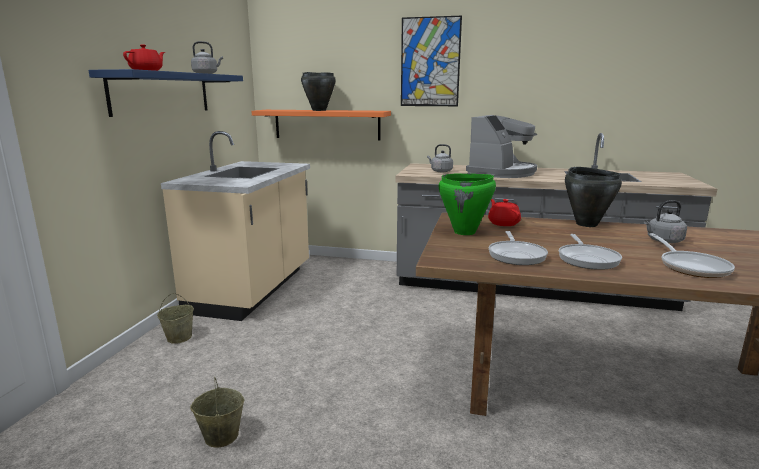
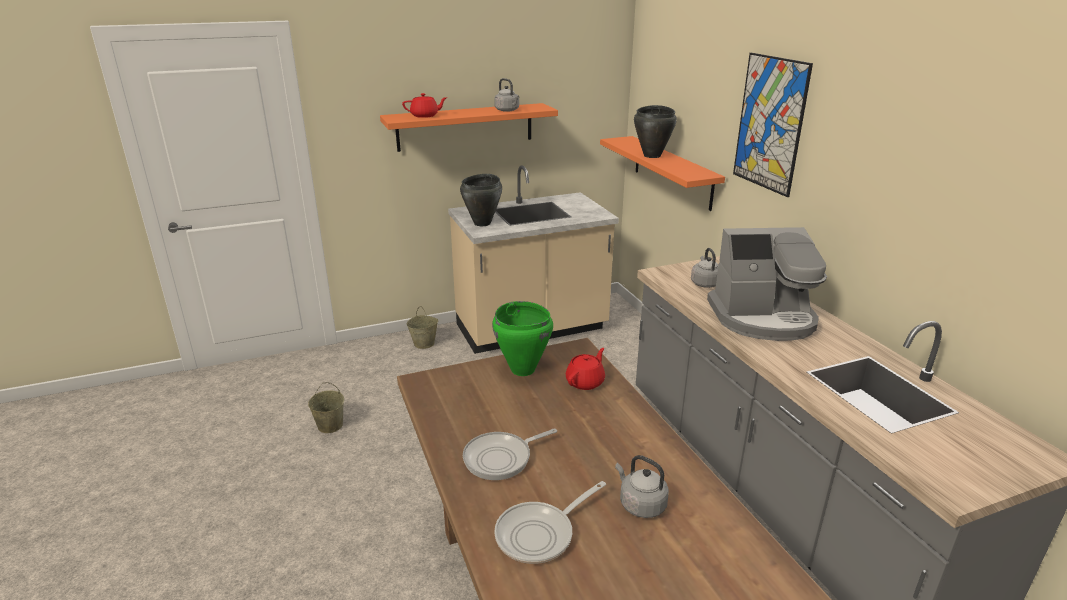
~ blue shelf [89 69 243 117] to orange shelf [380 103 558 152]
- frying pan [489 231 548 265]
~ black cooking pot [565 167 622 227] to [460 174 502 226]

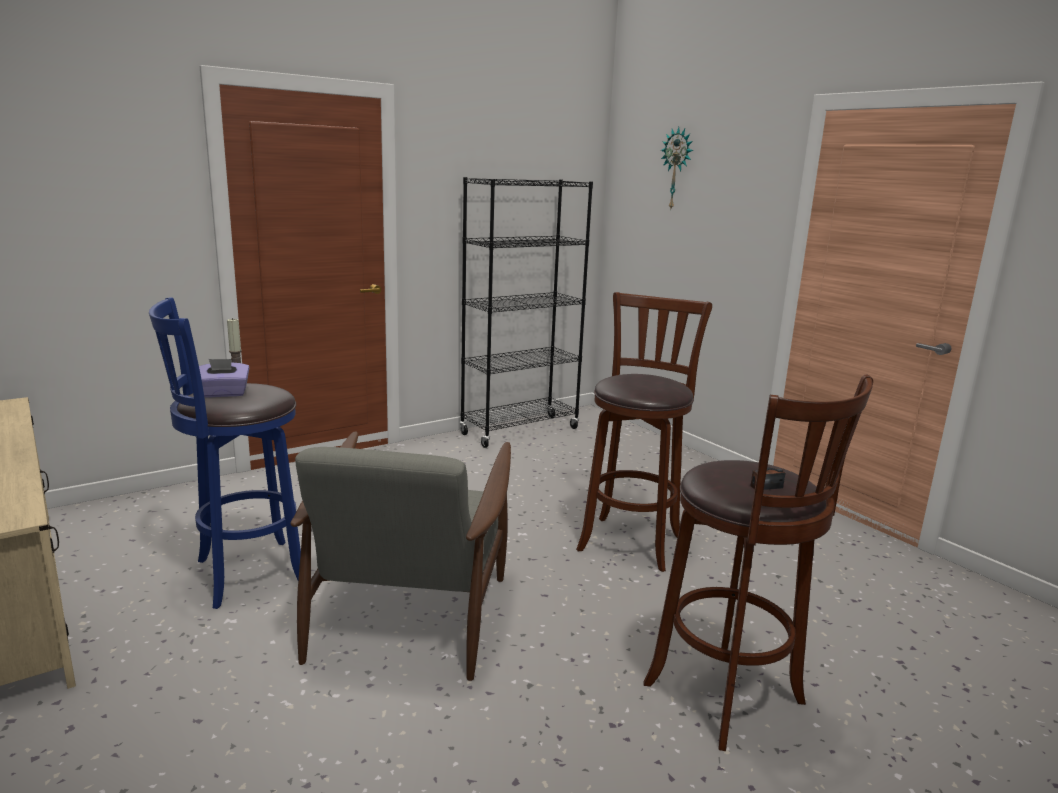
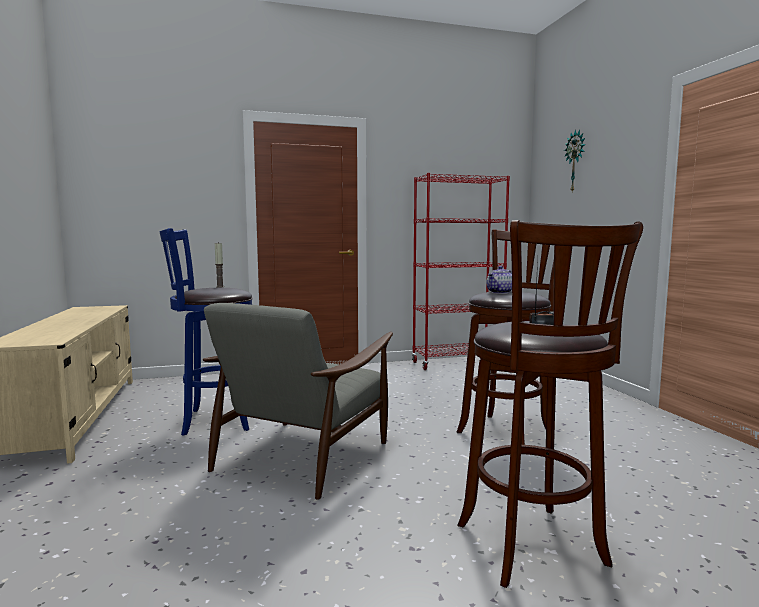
- purple tissue box [199 359 249 398]
~ black bookcase [460 177 593 448] to red bookcase [412 173 510 370]
+ teapot [487 266 512 294]

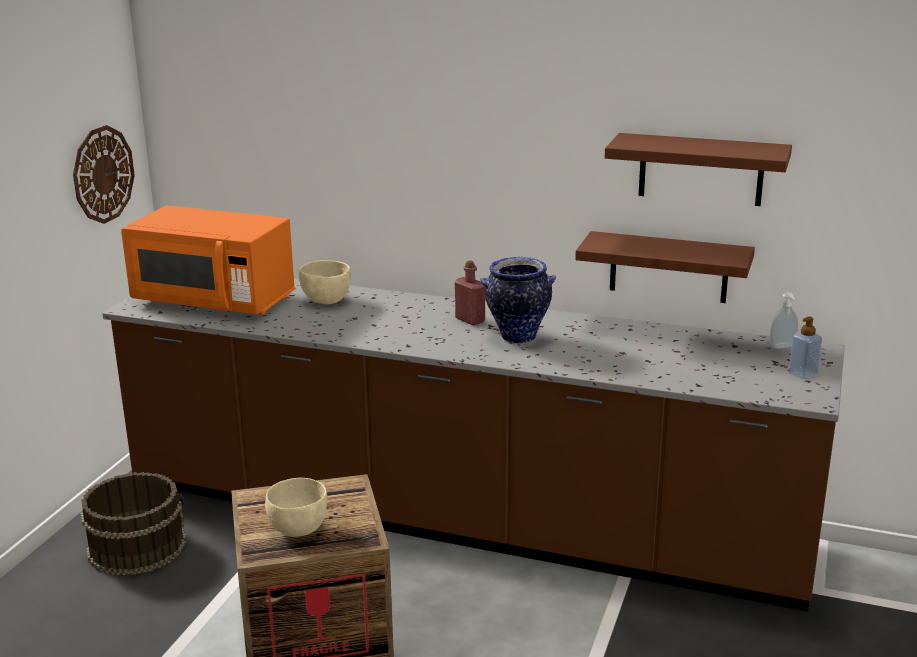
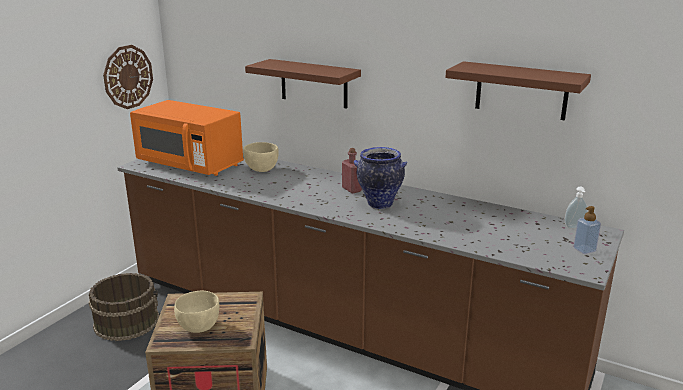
~ brown shelf [575 231 755 303] to [245 59 361 109]

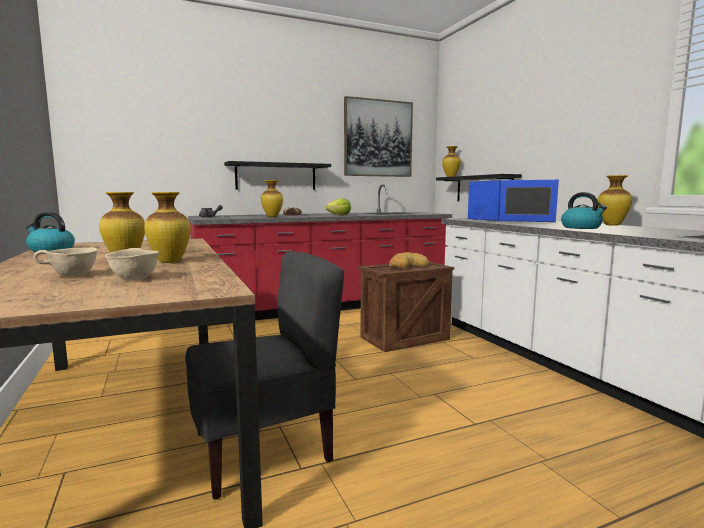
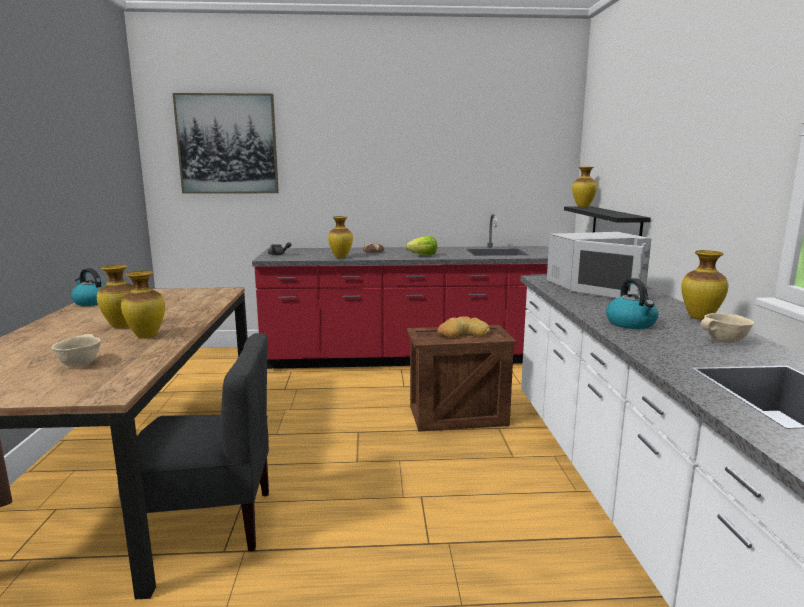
~ beige bowl [33 247 98 277] to [701 313 754 343]
- black shelf [224 161 331 190]
~ picture [344 96 413 177] to [173 93 279 194]
~ blue microwave [468 180 559 222] to white microwave [547 232 651 299]

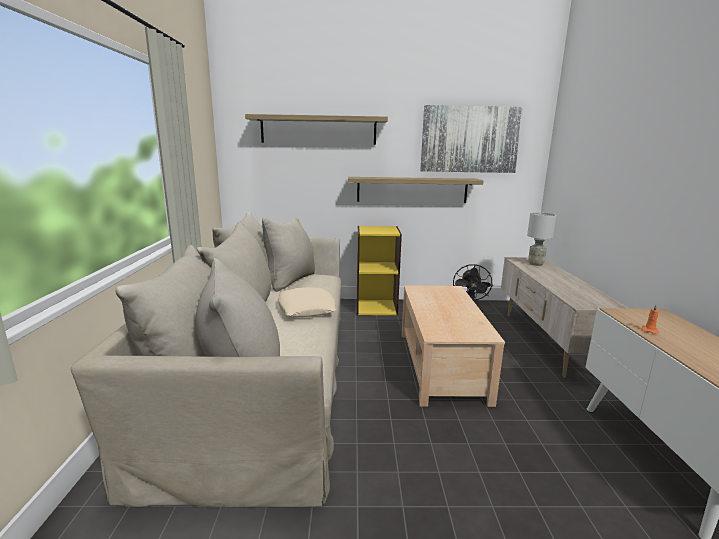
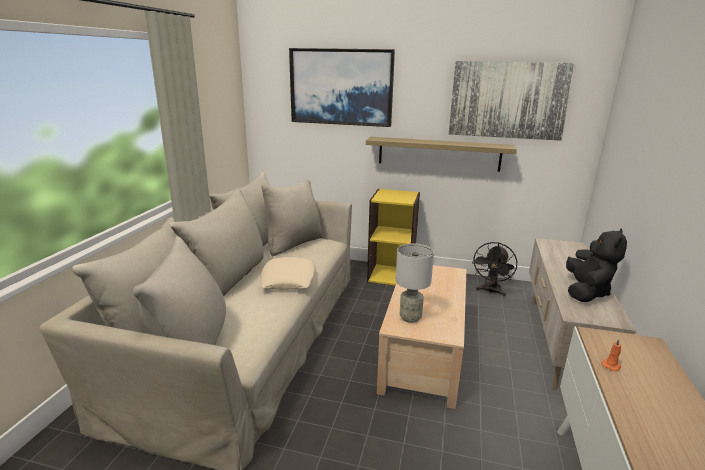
~ shelf [245 114 388 145] to picture [289 48 395 127]
~ grey table lamp [527 212 557 266] to [396 243 434 323]
+ black plush toy [566 229 627 302]

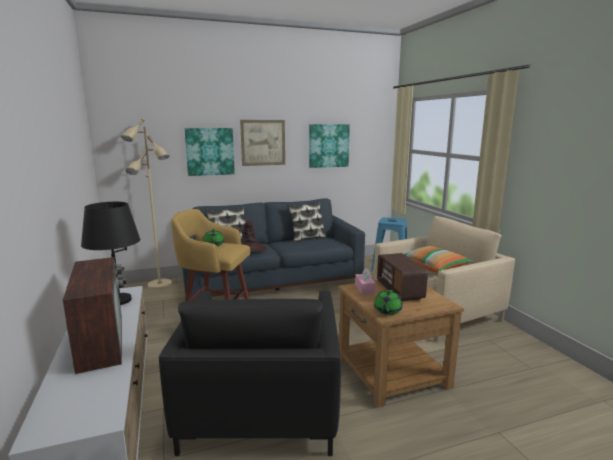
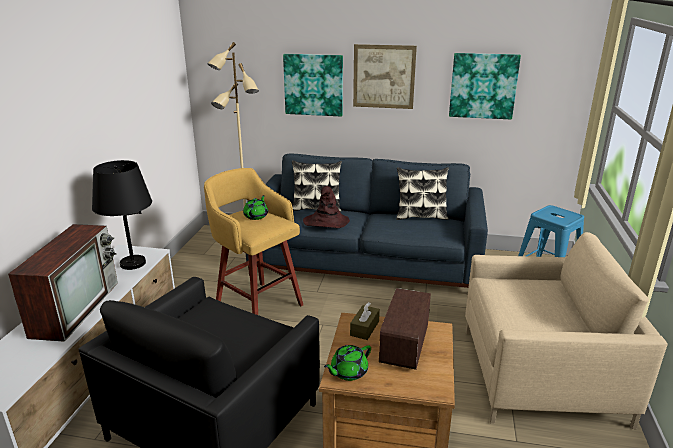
~ pink tissue box [355 268 376 295] to brown tissue box [350 302 380 340]
- pillow [404 246 473 273]

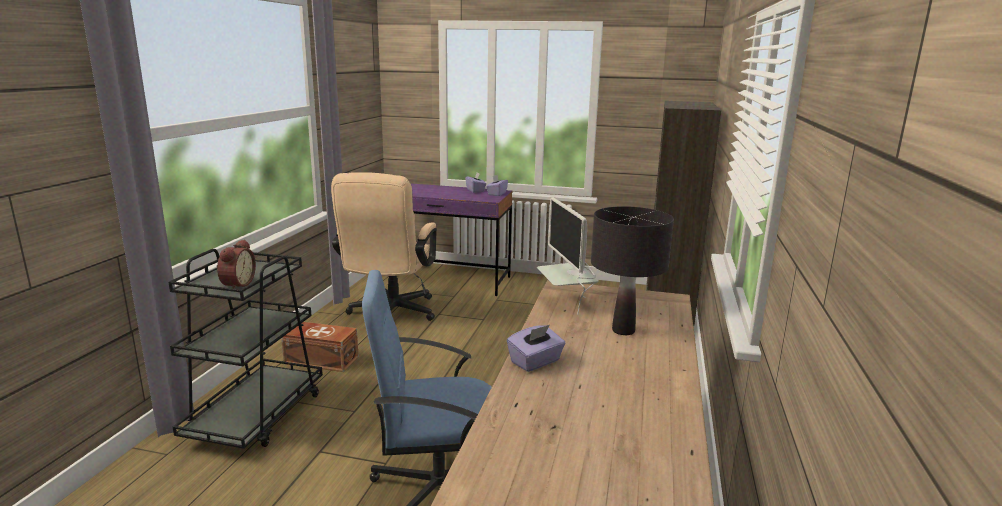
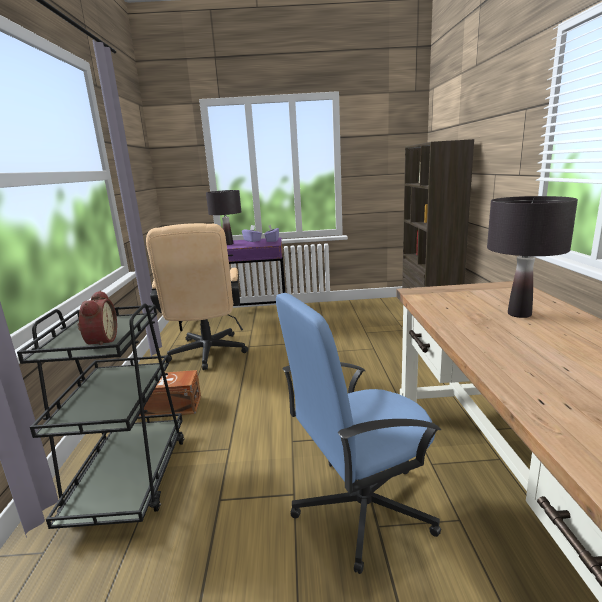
- purple tissue box [507 325 565 372]
- monitor [537 197 599 314]
+ black table lamp [206 190 241 245]

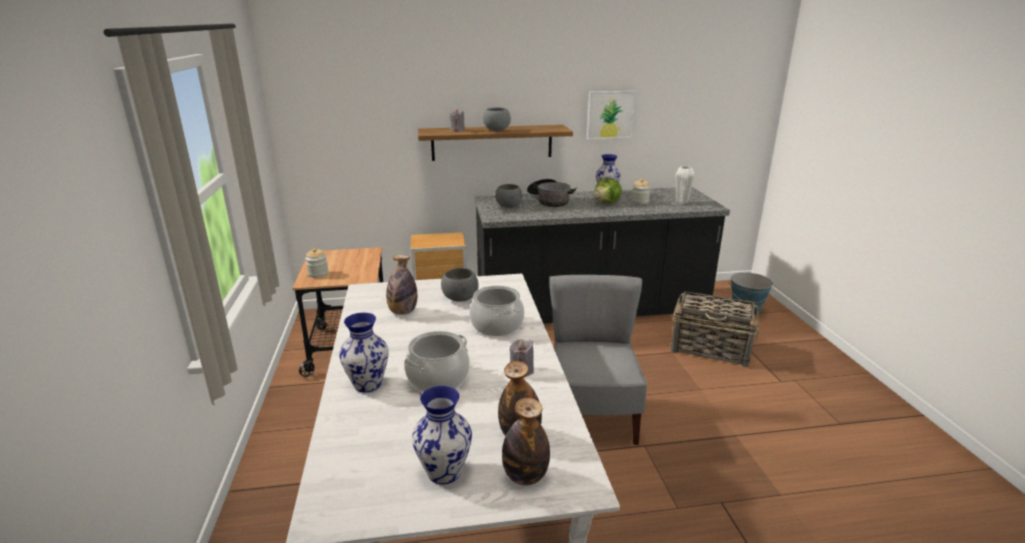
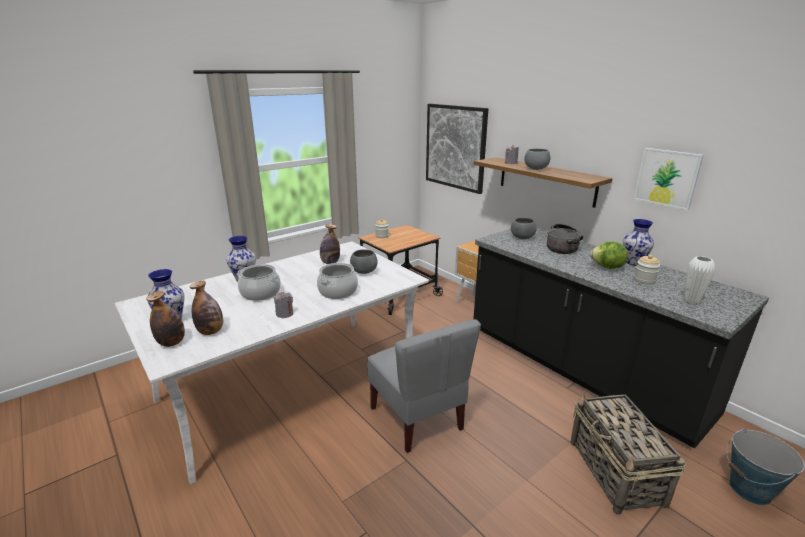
~ grey chair [549 275 647 445] = [367 319 481 453] 90 degrees clockwise
+ picture [426 104 488 194]

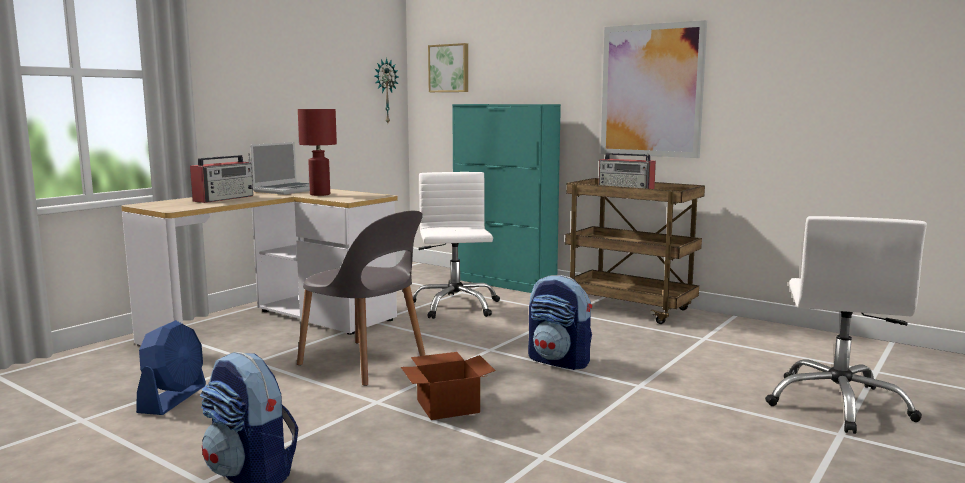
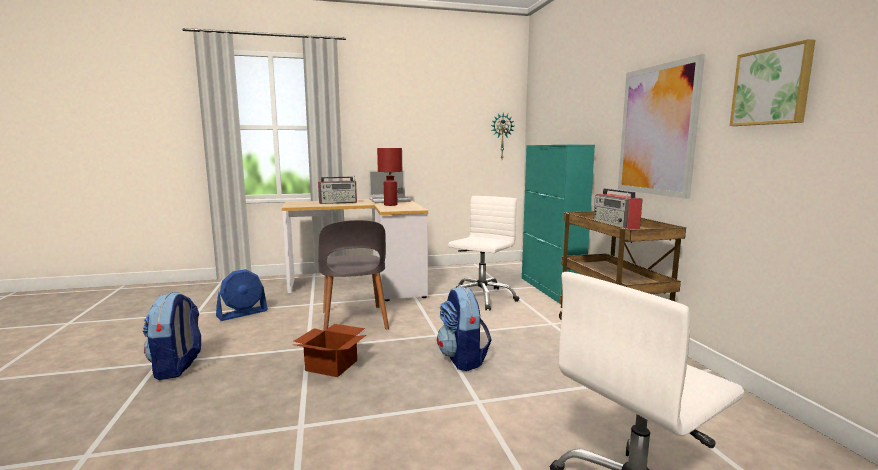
~ picture [428 43 468 92] to [730 39 816 126]

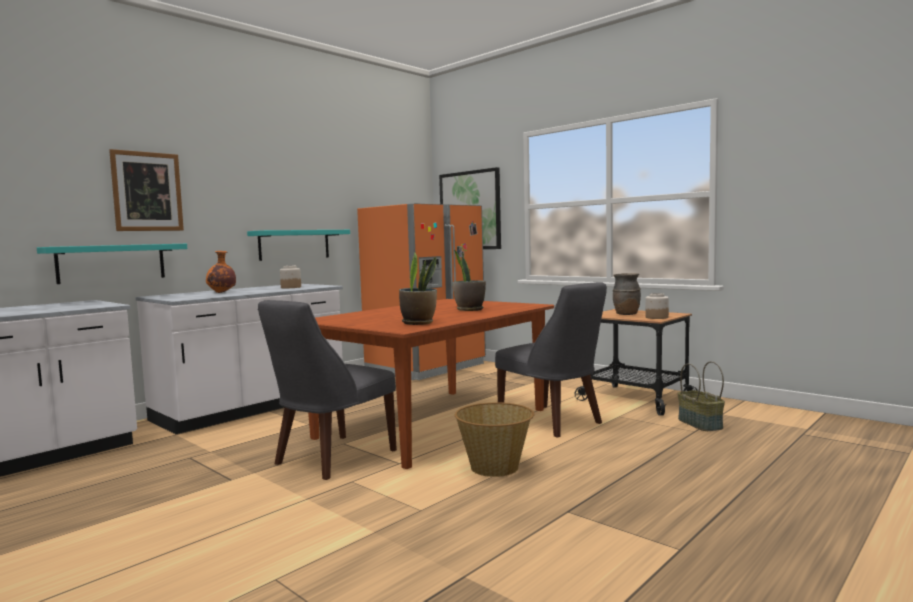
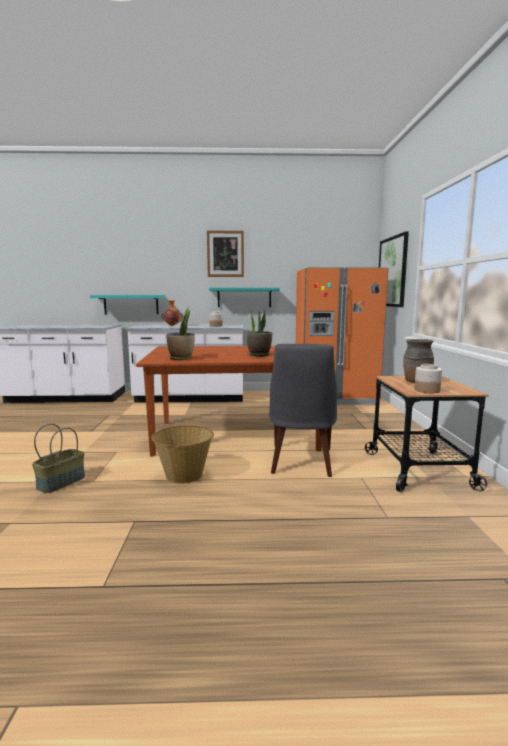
~ picture [109 149 184 231] to [207 231 244 277]
- grey chair [258 300 397 480]
~ basket [678 361 725 431] to [32 423 85 493]

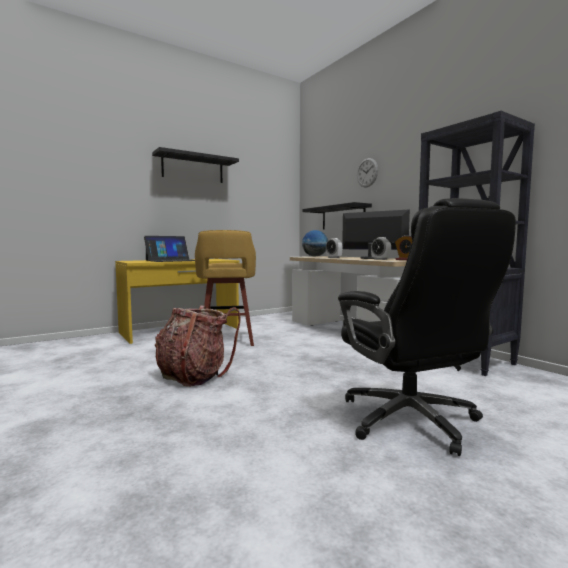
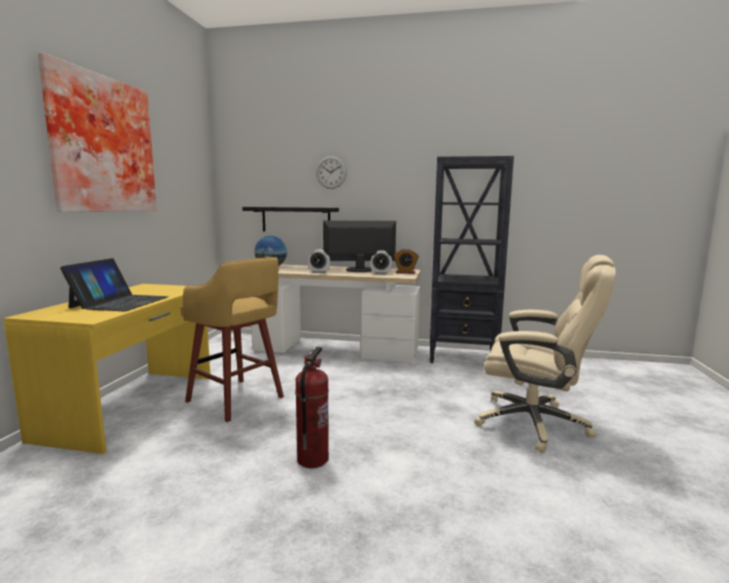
~ black shelf [152 147 239 183] to picture [38 52 157 212]
~ backpack [155 305 241 387] to fire extinguisher [295 347 329 468]
~ black office chair [338 198 516 456] to beige office chair [474 255 616 453]

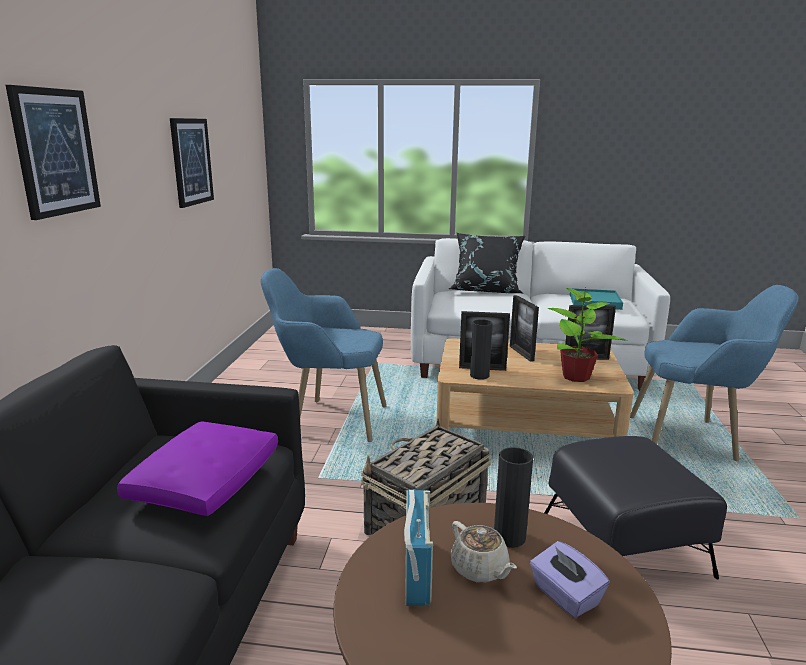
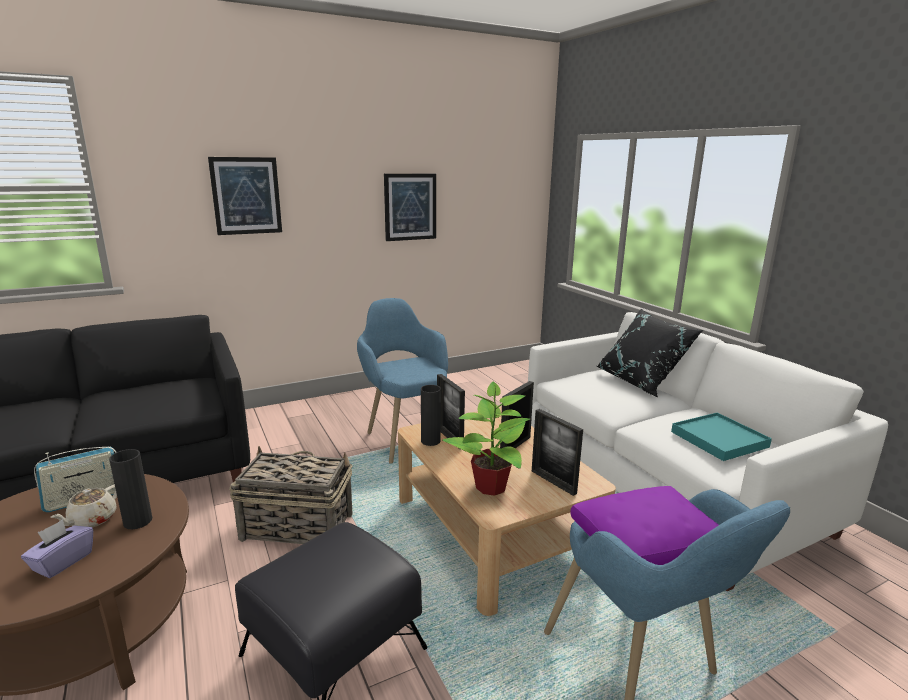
~ purple pillow [117 421 278 516] to [570 486 719 565]

